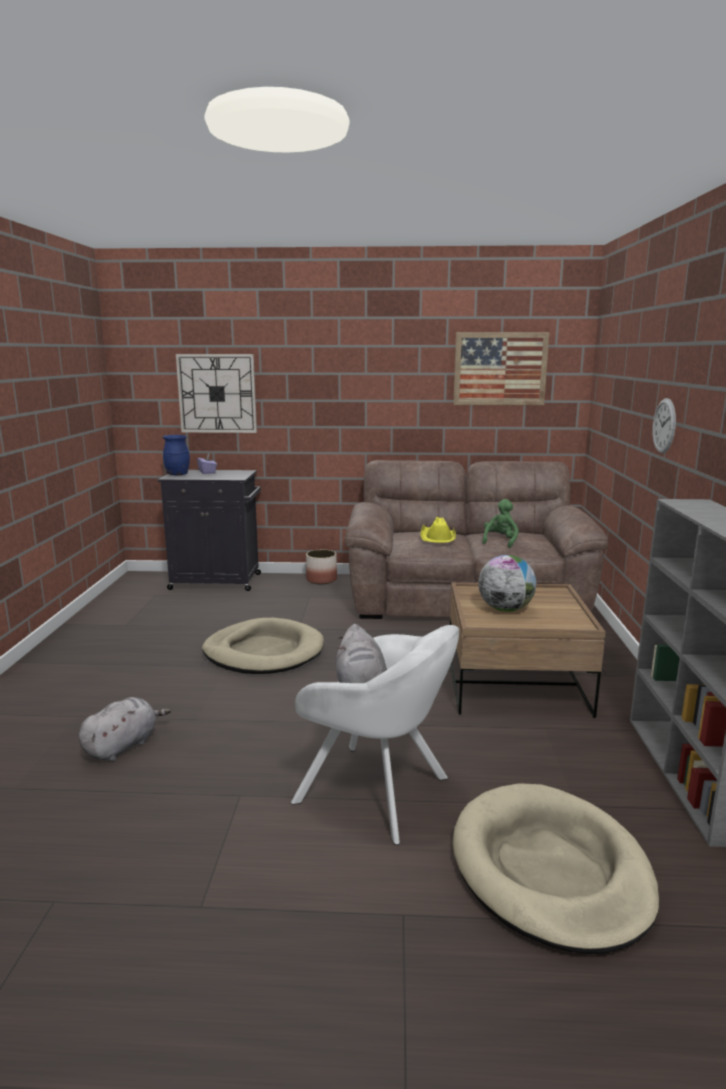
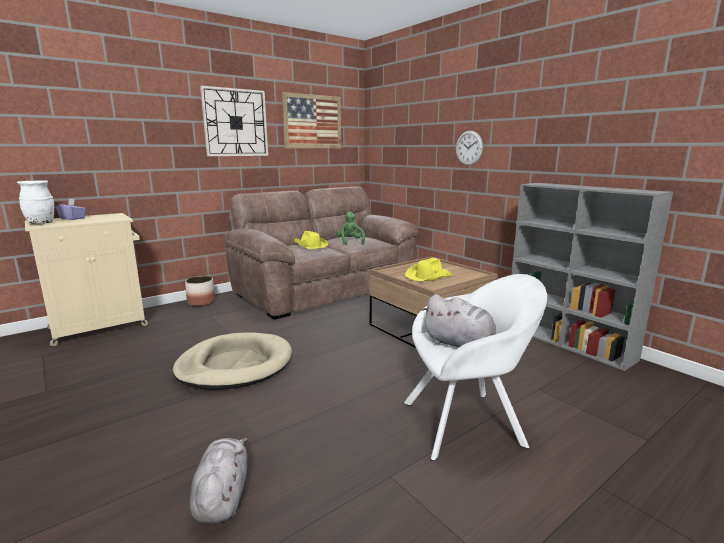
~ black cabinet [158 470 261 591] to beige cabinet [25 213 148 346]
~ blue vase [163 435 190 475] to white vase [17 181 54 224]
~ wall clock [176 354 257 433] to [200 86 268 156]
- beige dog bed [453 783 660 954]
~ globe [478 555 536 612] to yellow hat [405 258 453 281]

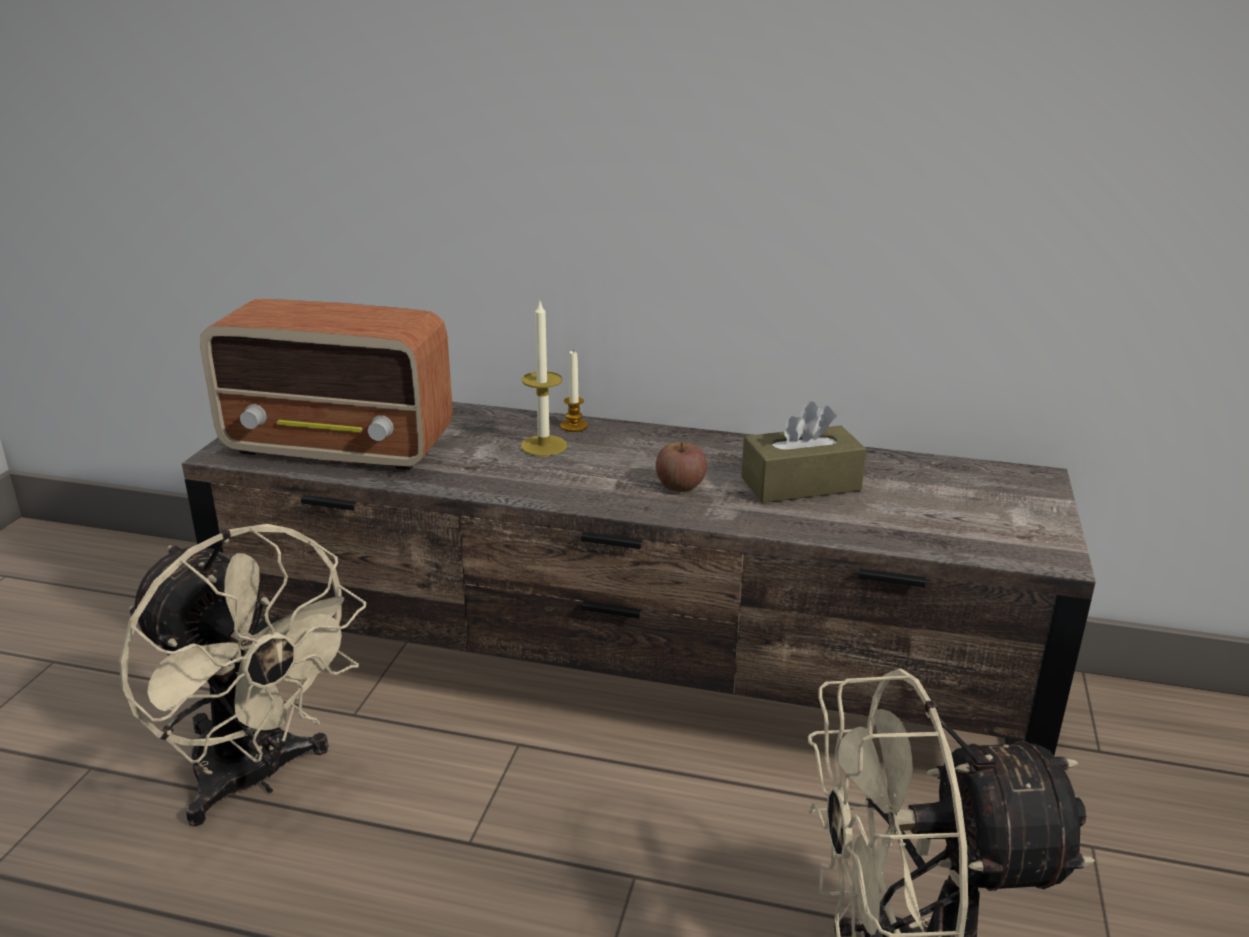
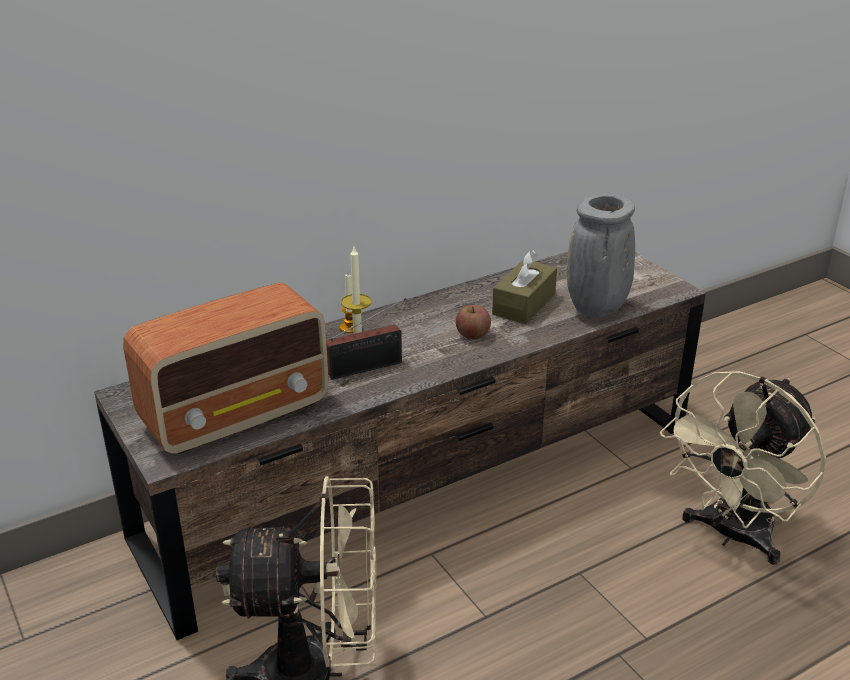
+ radio [326 298 406 380]
+ grey vase [567 194 635 318]

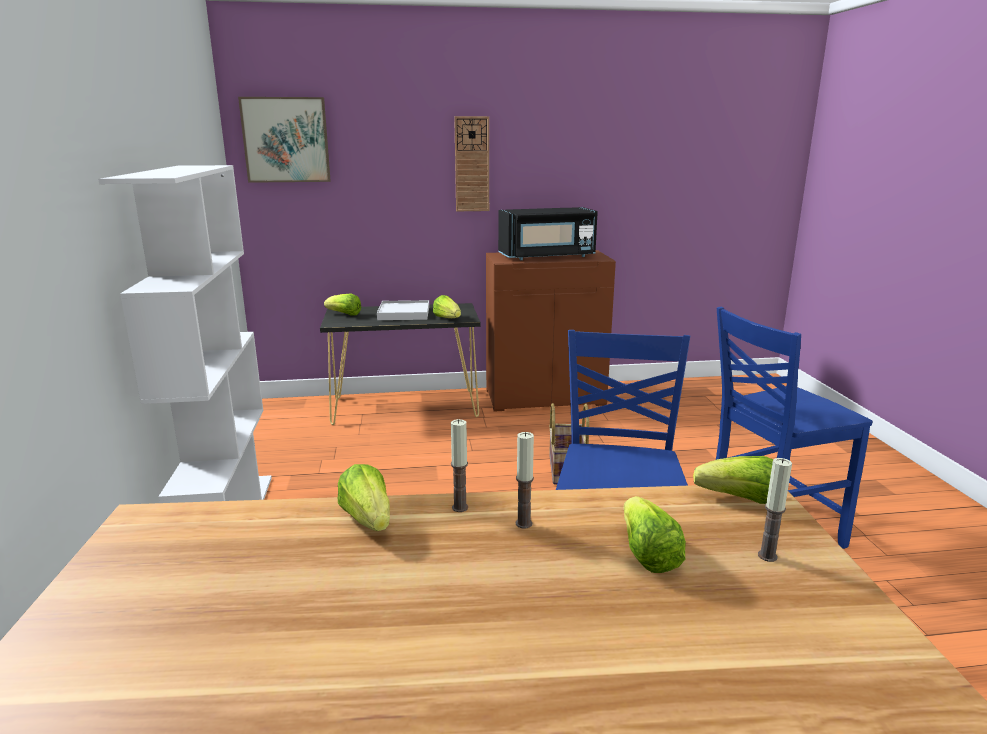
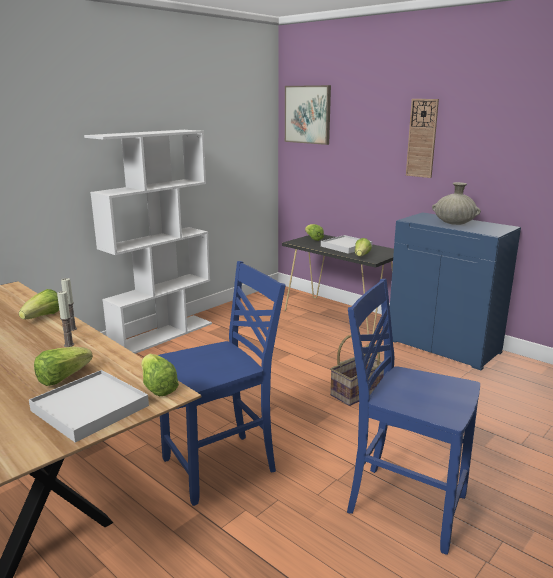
~ brown cabinet [486 250 616 412] to blue cabinet [390 212 521 370]
~ black microwave [498 207 598 260] to beige vase [432 182 481 225]
~ candle [758 458 792 562] to white tray [29 370 149 443]

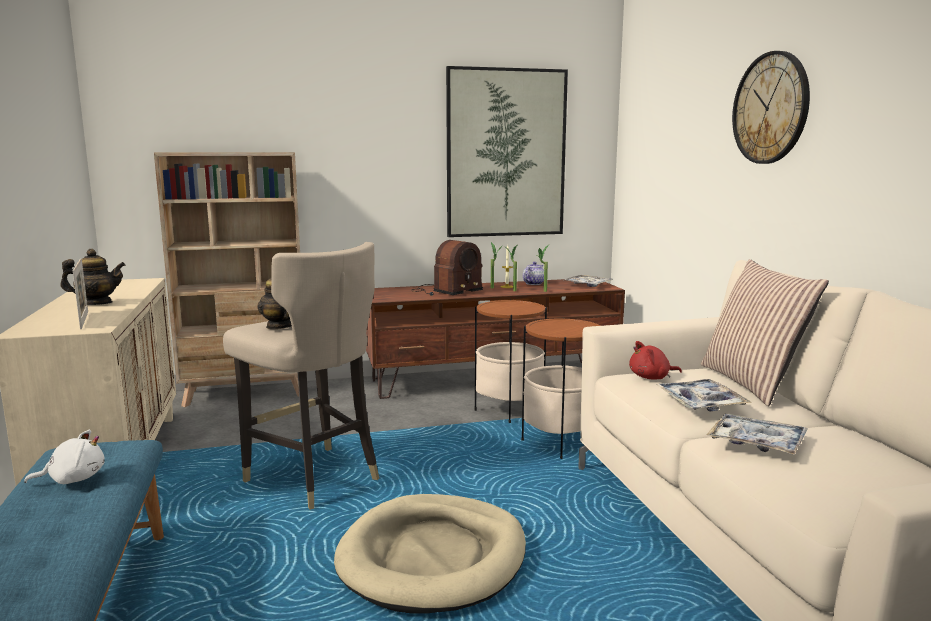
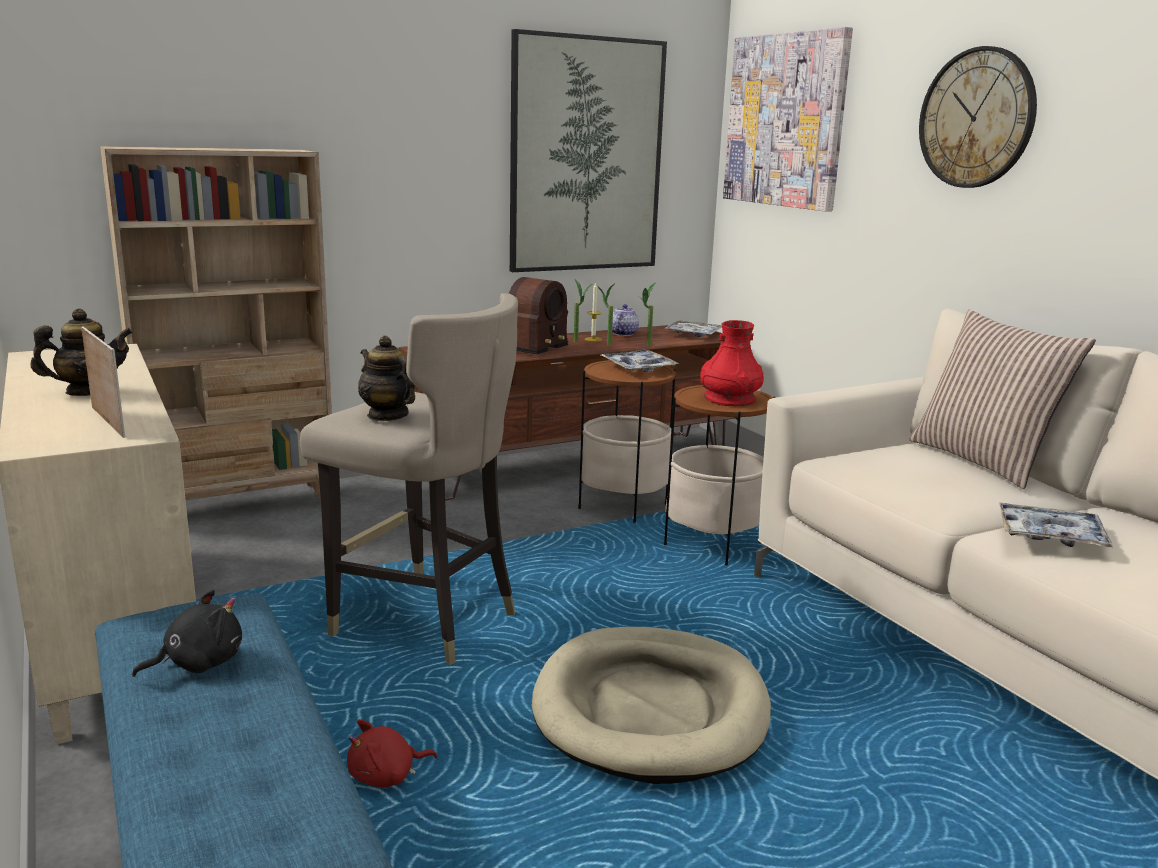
~ white plush toy [24 430 105 484] to black plush toy [132 590 242 677]
~ red plush toy [629 341 682 380] to [347 719 437 788]
~ tray [656 379 752 412] to [601 350 680 372]
+ red vase [700 320 764 406]
+ picture [723 27 853 212]

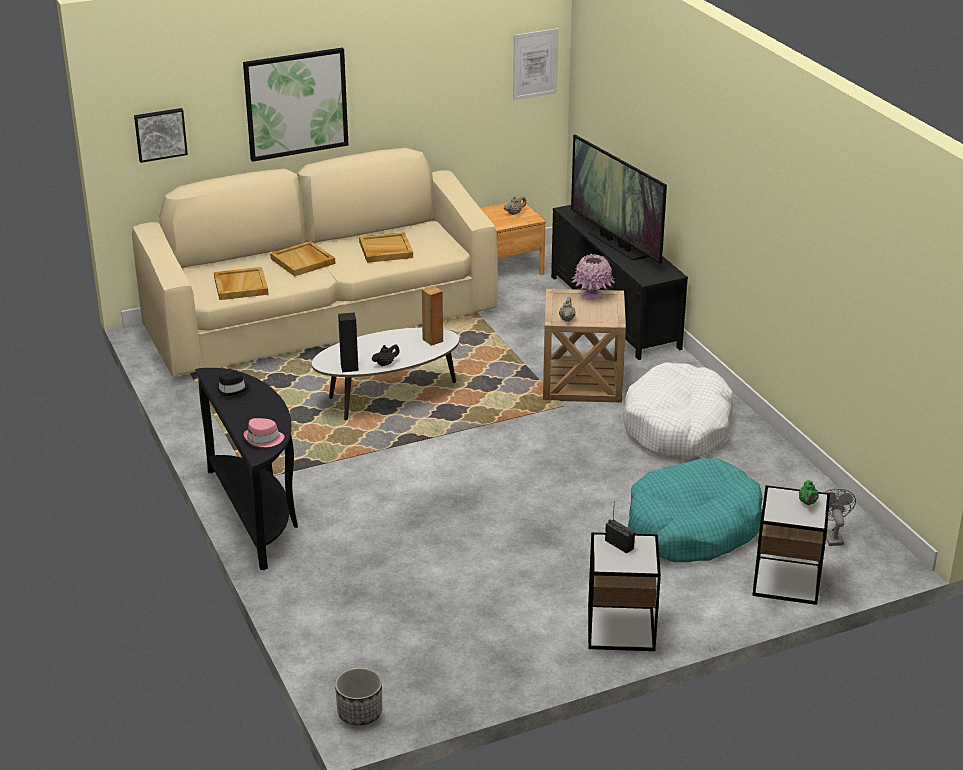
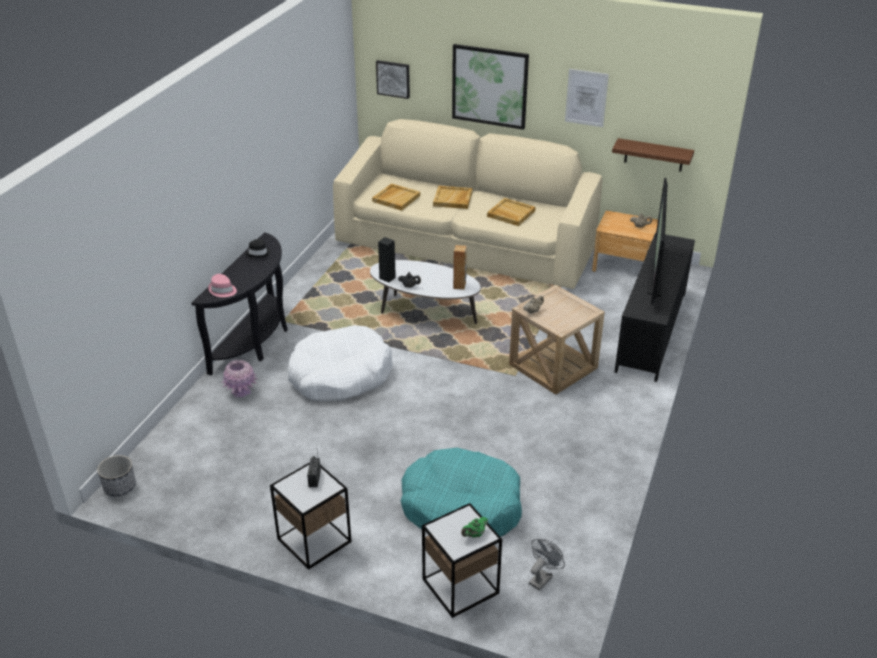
~ picture [513 28 559 100] to [565 69 609 127]
~ pink vase [571 254 615 301] to [222 360 257 397]
~ white dog bed [623 362 733 458] to [288 325 393 401]
+ brown shelf [612 138 694 172]

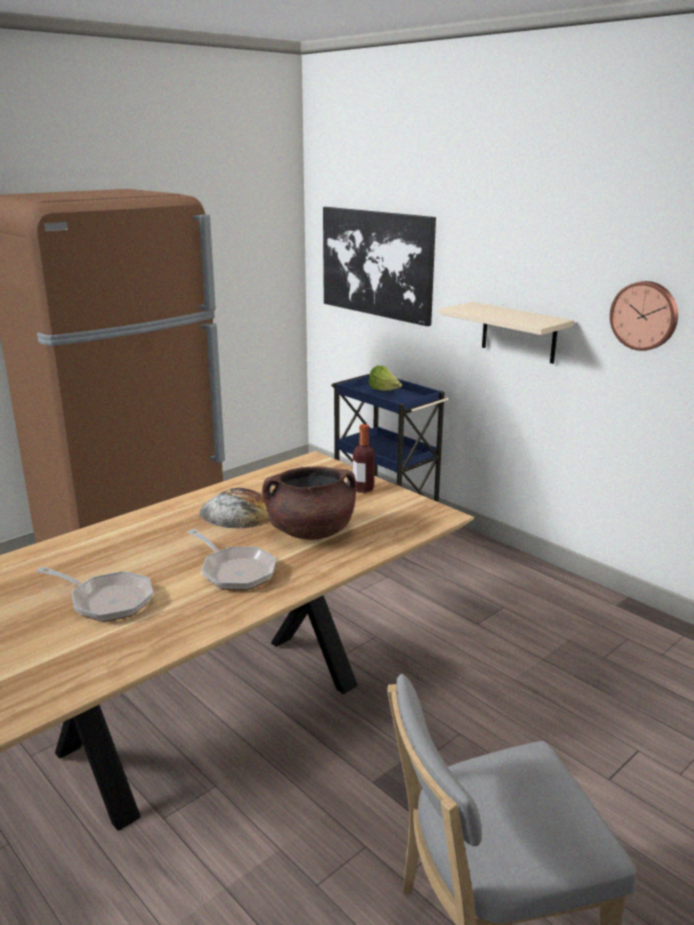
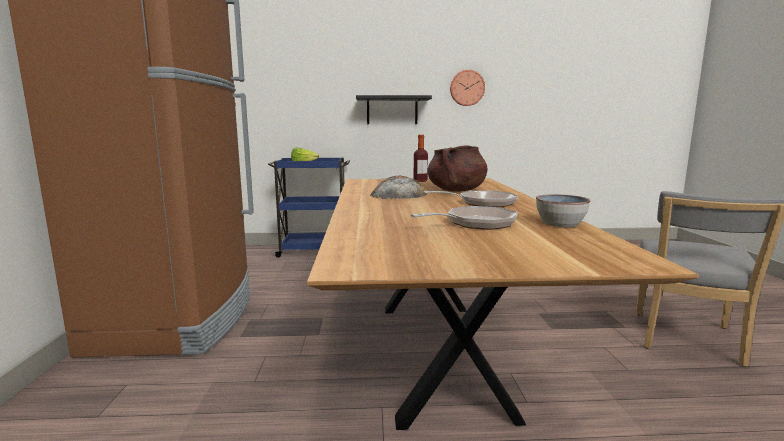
- picture [323 207 436 326]
~ beige shelf [439 302 574 364] to black shelf [356 95 432 124]
+ bowl [536 194 590 227]

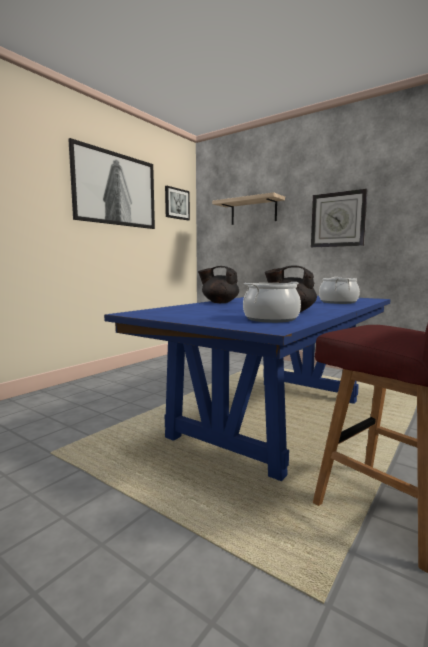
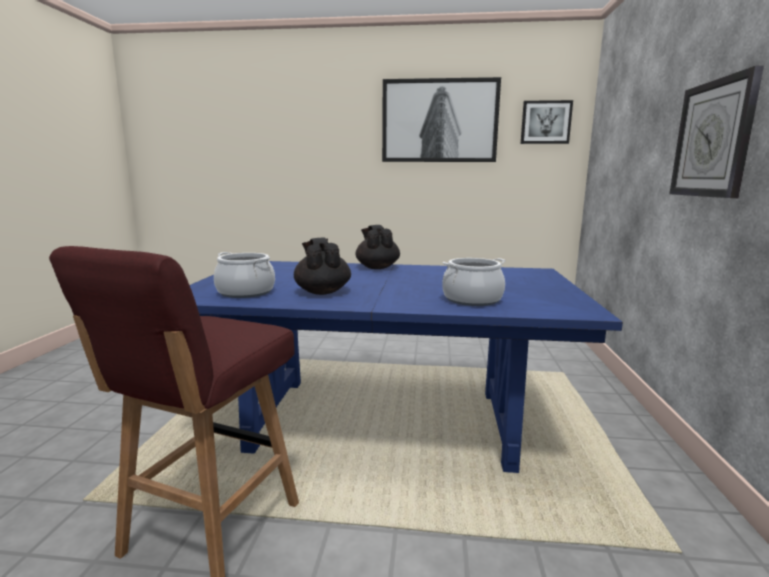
- shelf [212 192 285 225]

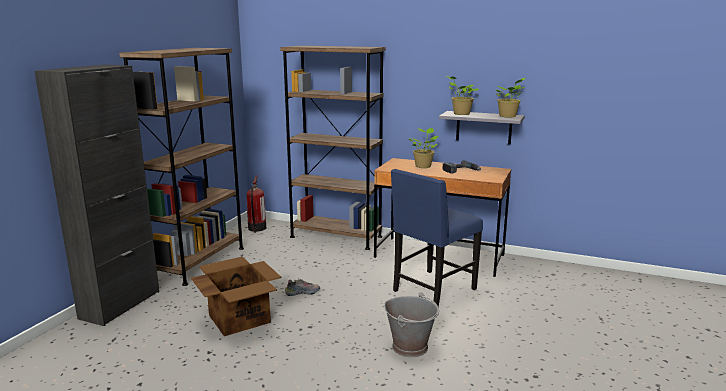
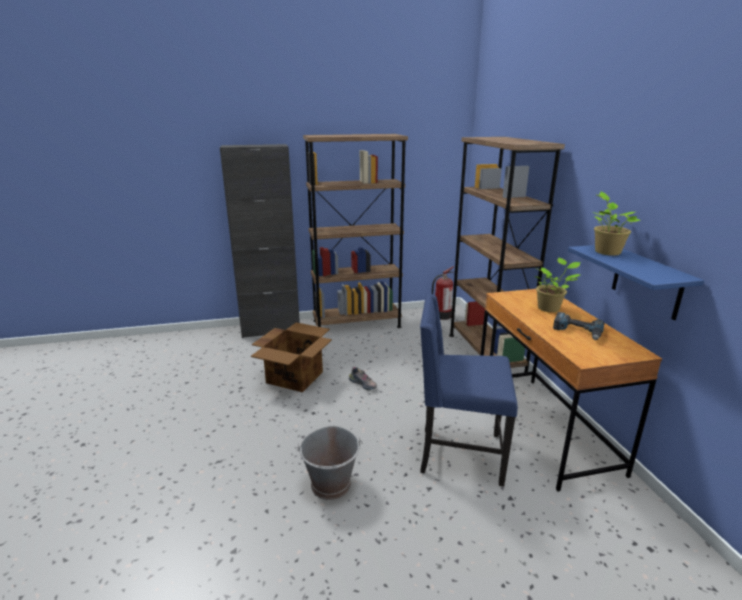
~ grey shelf [439 111 525 144] to blue shelf [568 245 704 320]
- potted plant [496 78 525 117]

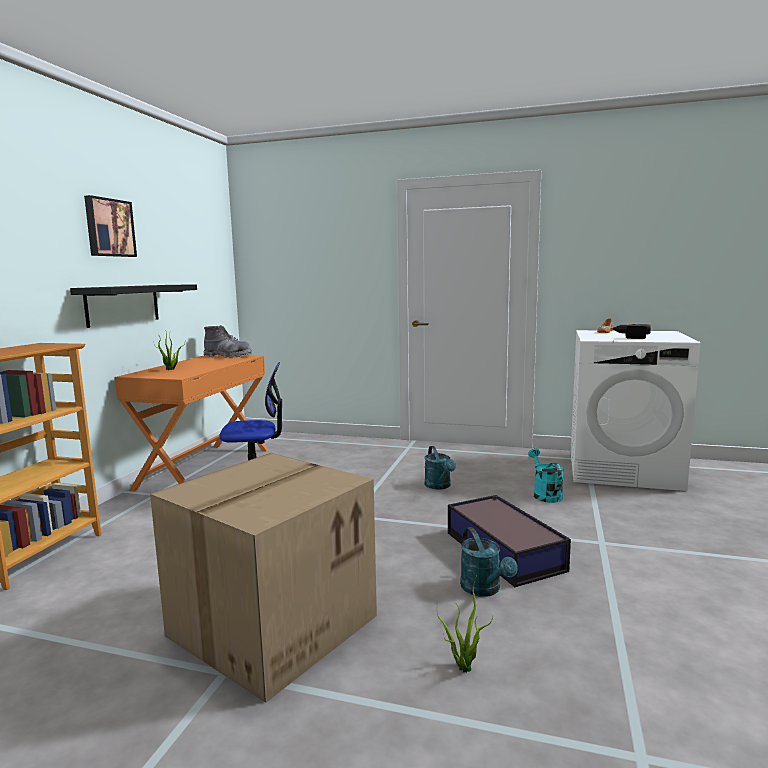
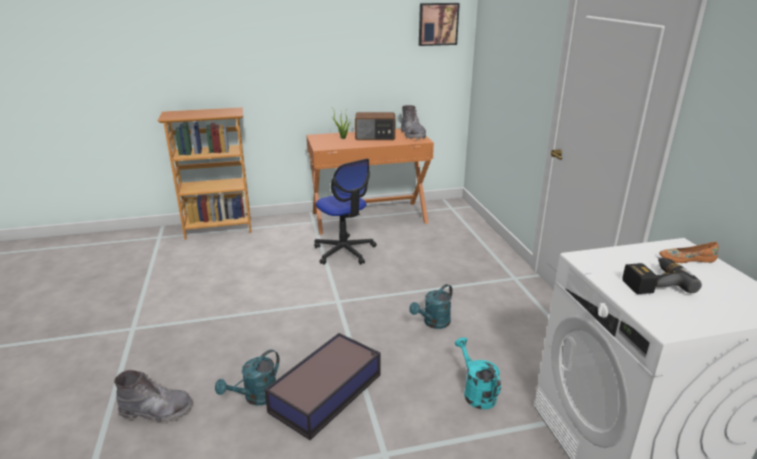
- black shelf [70 284 197 328]
~ picture [84 195 137 257] to [419 3 460 46]
- cardboard box [150 453 377 703]
~ potted plant [437 575 493 672] to grey boot [114 370 194 424]
~ turquoise watering can [528 448 564 503] = [455 337 501 409] 75 degrees counterclockwise
+ radio [355 112 395 140]

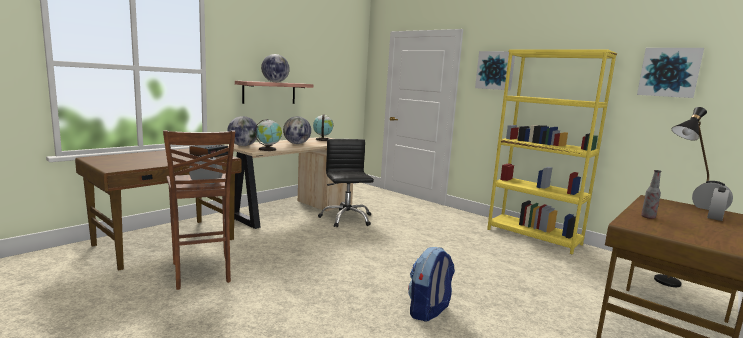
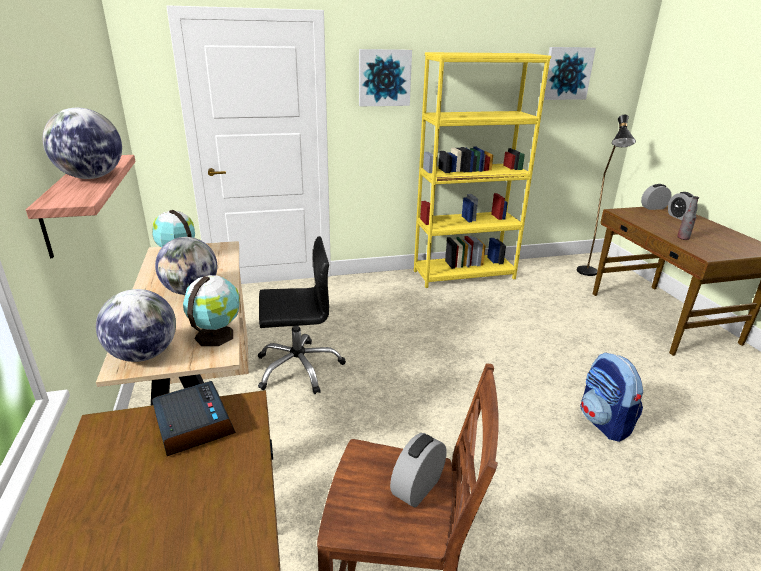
~ black office chair [318 139 374 228] = [258 236 346 394] 150 degrees clockwise

